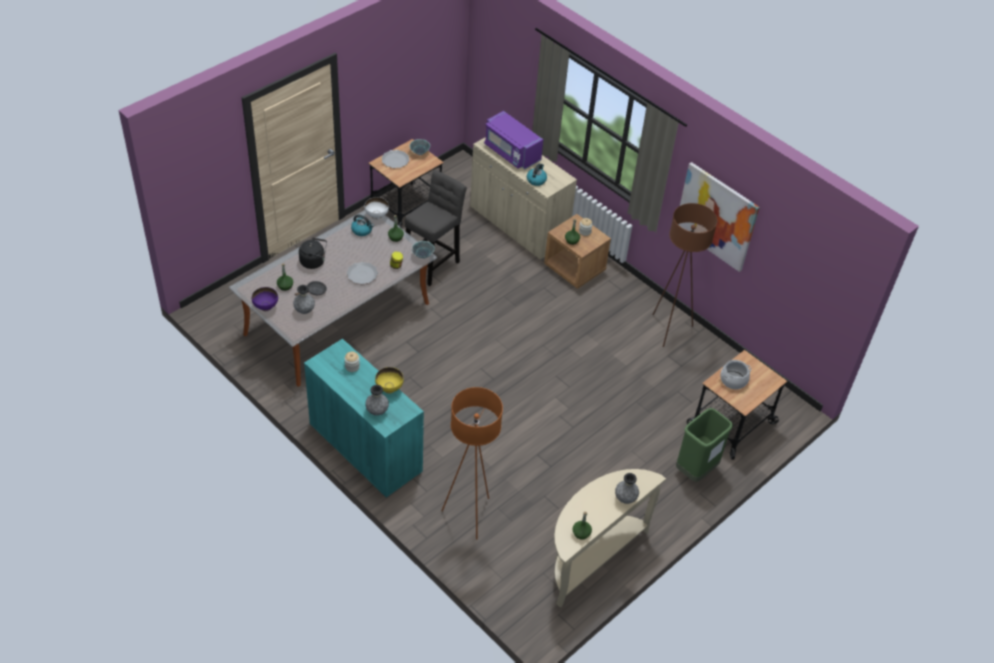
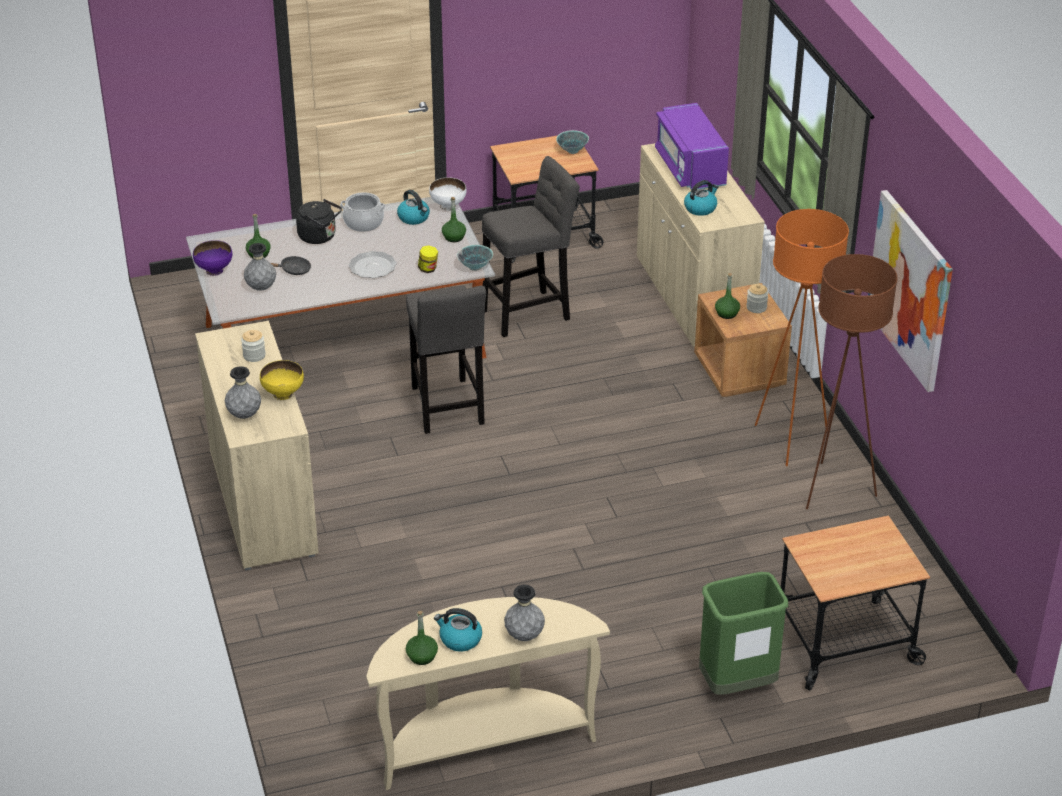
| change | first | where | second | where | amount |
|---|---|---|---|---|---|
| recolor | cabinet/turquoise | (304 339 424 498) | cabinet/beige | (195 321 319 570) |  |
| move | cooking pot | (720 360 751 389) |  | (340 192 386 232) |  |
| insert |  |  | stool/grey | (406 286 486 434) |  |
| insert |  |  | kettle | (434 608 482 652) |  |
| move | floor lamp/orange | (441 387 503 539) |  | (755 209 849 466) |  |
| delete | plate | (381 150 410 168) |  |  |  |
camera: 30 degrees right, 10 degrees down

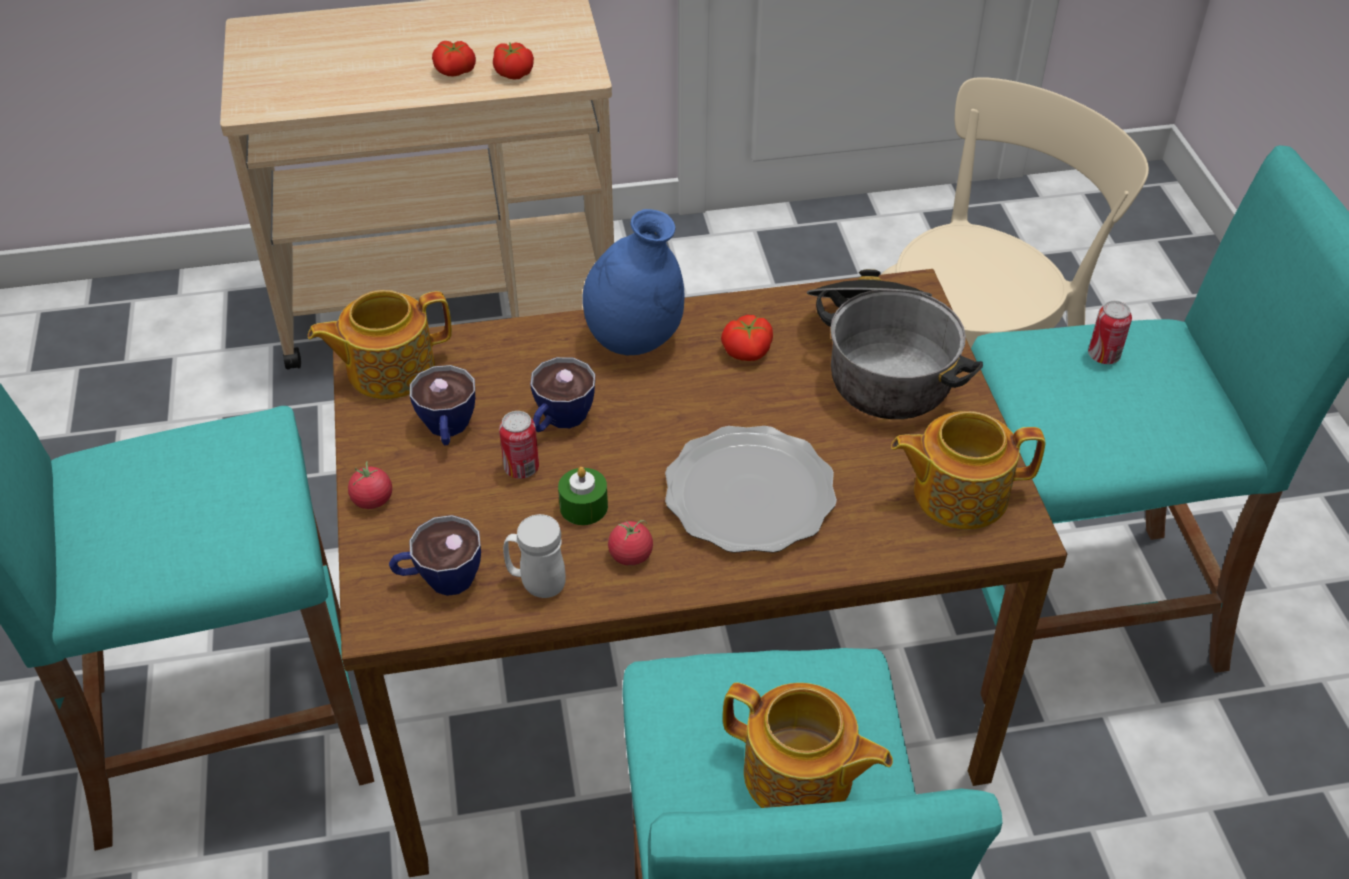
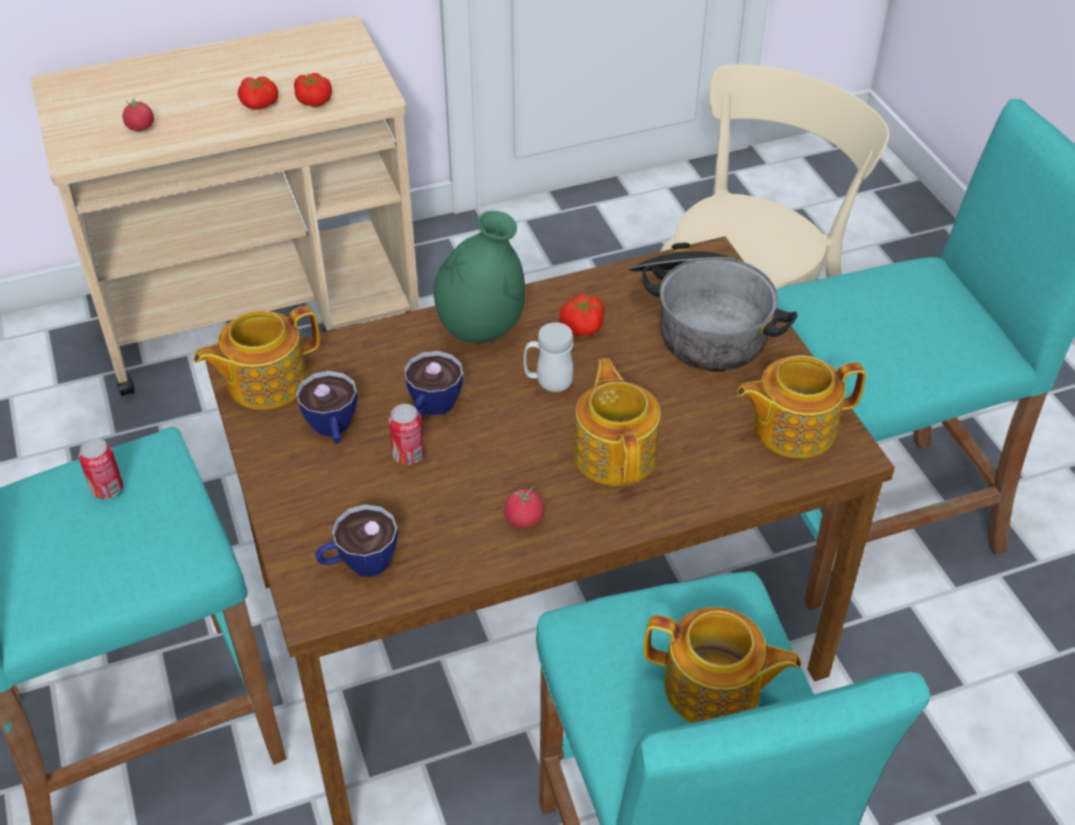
| change | first | where | second | where | amount |
|---|---|---|---|---|---|
| move | can | (1088 301 1132 364) |  | (79 438 123 499) |  |
| move | tomato | (348 461 392 509) |  | (123 97 154 131) |  |
| recolor | vase/blue | (582 209 684 355) | vase/green | (433 211 525 344) |  |
| move | mug/white | (503 514 566 598) |  | (524 322 573 392) |  |
| replace | plate | (665 426 837 553) | teapot | (573 358 661 486) |  |
| delete | candle/green | (558 467 608 525) |  |  |  |
camera: 10 degrees left, 0 degrees up

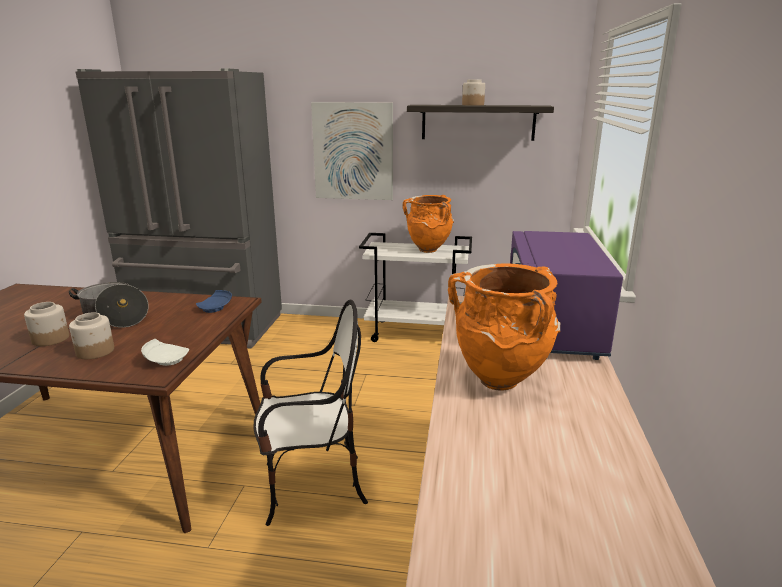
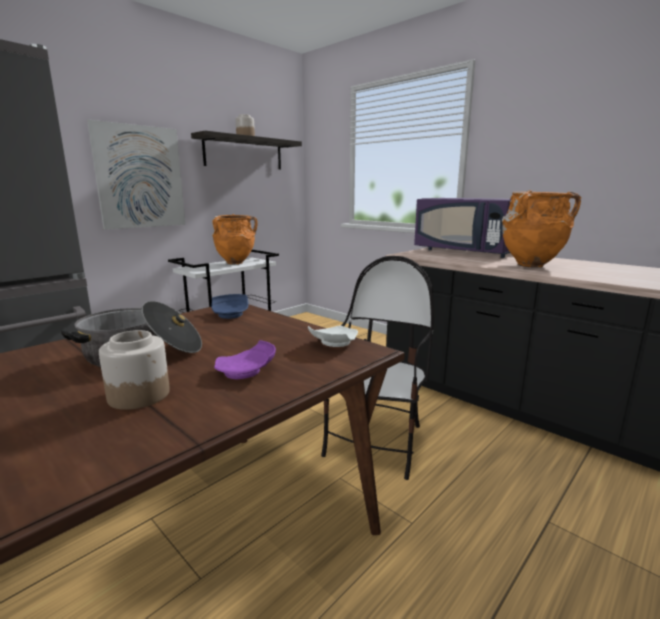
| change | first | where | second | where | amount |
|---|---|---|---|---|---|
| replace | jar | (69 312 114 359) | plate/purple | (214 340 276 379) |  |
camera: 55 degrees left, 5 degrees down

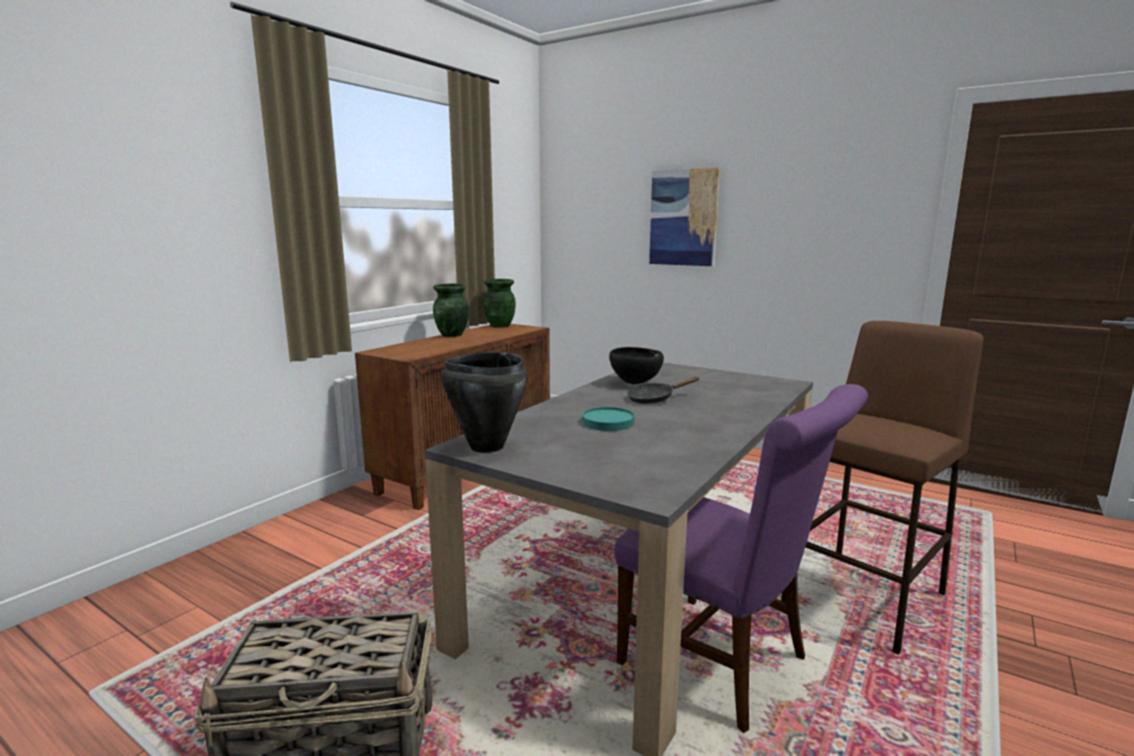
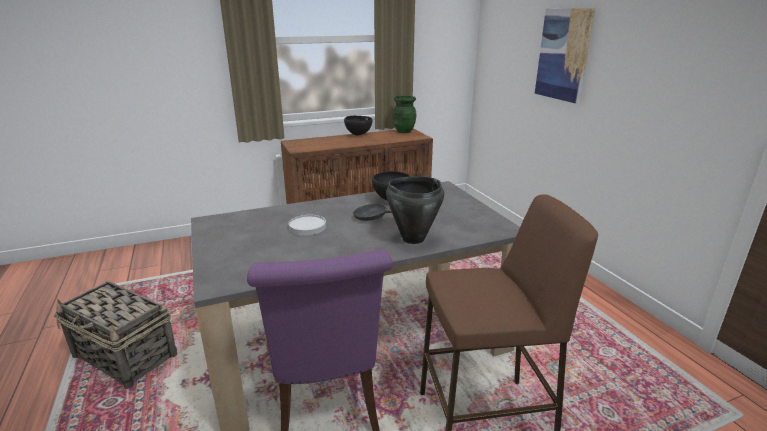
| change | first | where | second | where | amount |
|---|---|---|---|---|---|
| recolor | plate/turquoise | (582 407 635 431) | plate/white | (289 215 326 235) |  |
| replace | vase/green | (433 284 469 337) | bowl/black | (344 116 372 136) |  |
| move | cooking pot/black | (441 352 528 453) |  | (386 176 444 244) |  |
camera: 35 degrees right, 10 degrees up

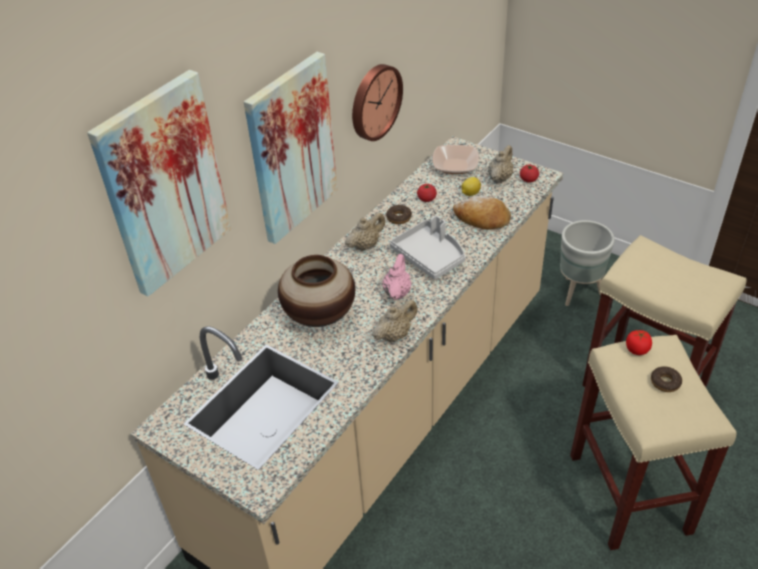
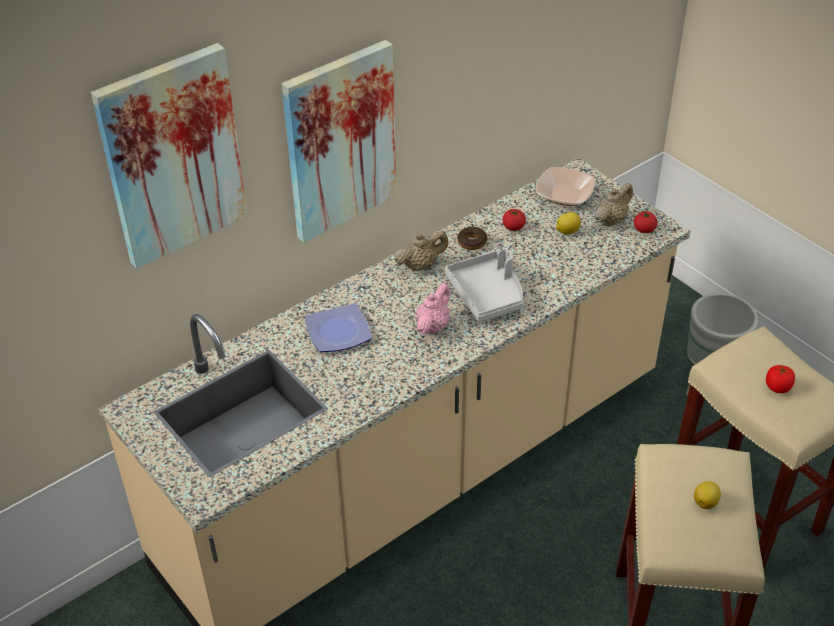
| change | first | where | second | where | amount |
|---|---|---|---|---|---|
| replace | vase | (278 255 355 327) | plate | (305 303 372 352) |  |
| replace | donut | (651 366 682 392) | lemon | (694 481 721 509) |  |
| move | tomato | (626 330 652 355) |  | (766 365 795 393) |  |
| delete | wall clock | (352 64 403 141) |  |  |  |
| delete | teapot/beige | (372 300 418 343) |  |  |  |
| delete | bread | (453 196 511 229) |  |  |  |
camera: 15 degrees right, 0 degrees up

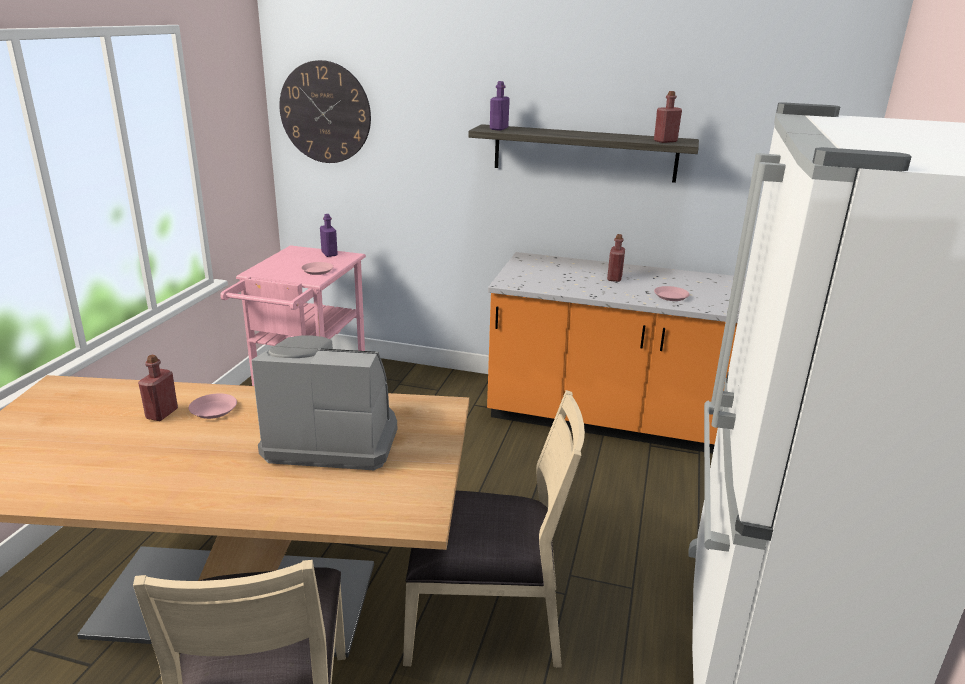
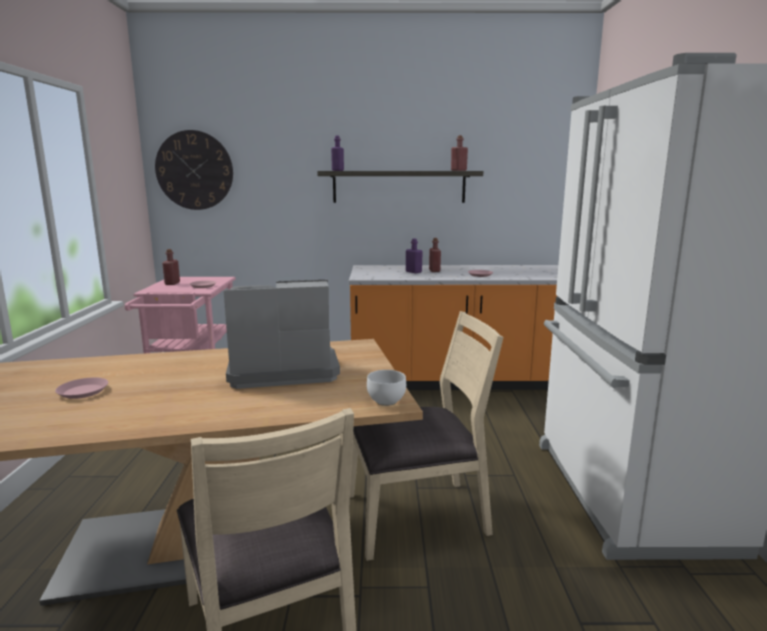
| change | first | where | second | where | amount |
|---|---|---|---|---|---|
| move | plate/pink | (189 393 237 419) |  | (55 377 108 399) |  |
| move | bottle/red | (138 355 178 421) |  | (162 249 180 285) |  |
| insert |  |  | bowl/white | (367 370 406 406) |  |
| move | bottle/purple | (320 214 338 257) |  | (406 238 423 273) |  |
camera: 15 degrees left, 10 degrees down

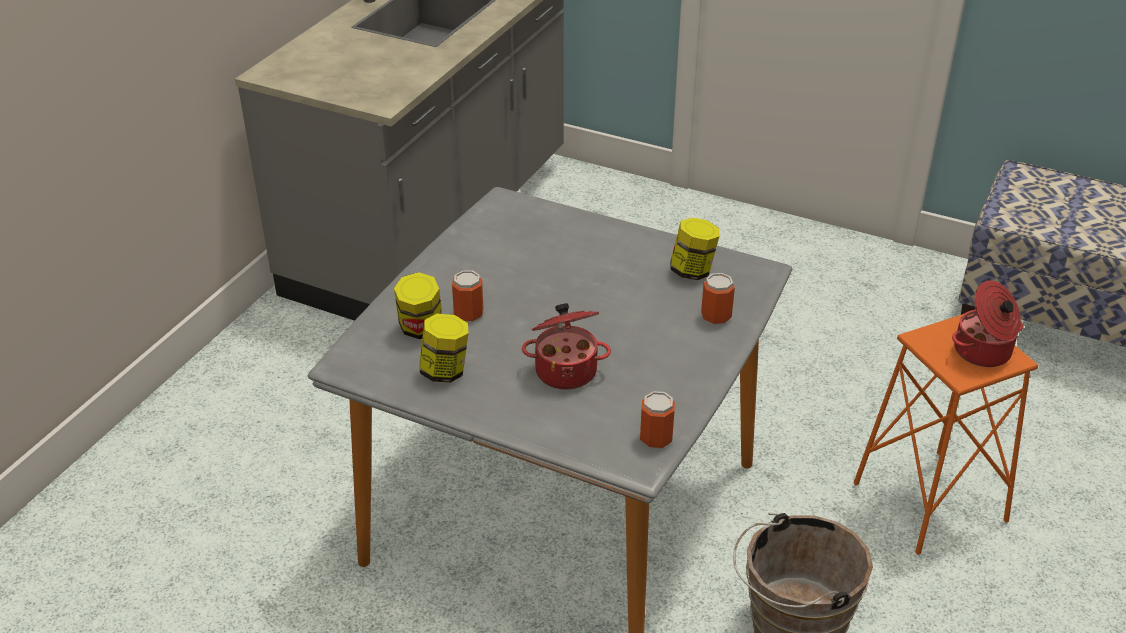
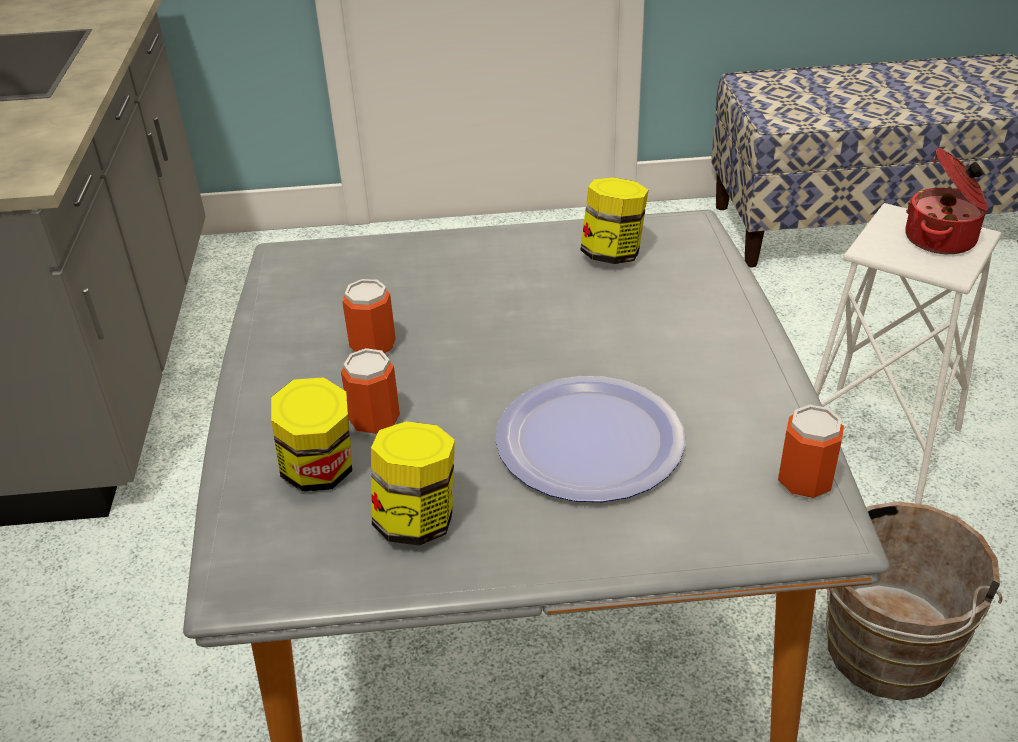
| change | first | where | second | where | amount |
|---|---|---|---|---|---|
| move | can | (701 273 735 325) |  | (342 279 396 355) |  |
| replace | cooking pot | (522 303 611 390) | plate | (495 376 685 502) |  |
| recolor | stool/orange | (853 314 1038 555) | stool/white | (814 203 1002 504) |  |
camera: 30 degrees left, 0 degrees up

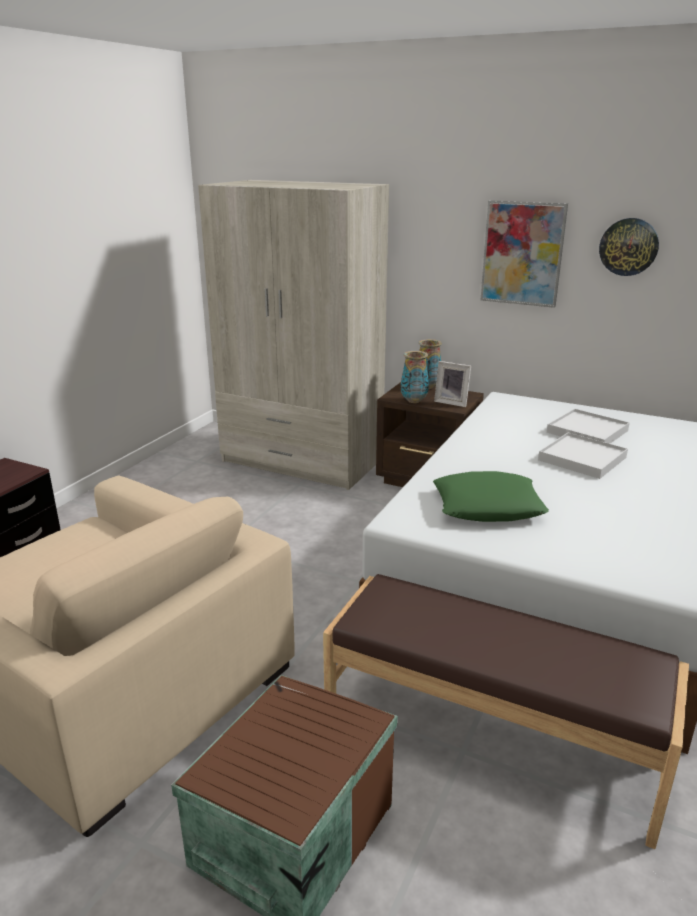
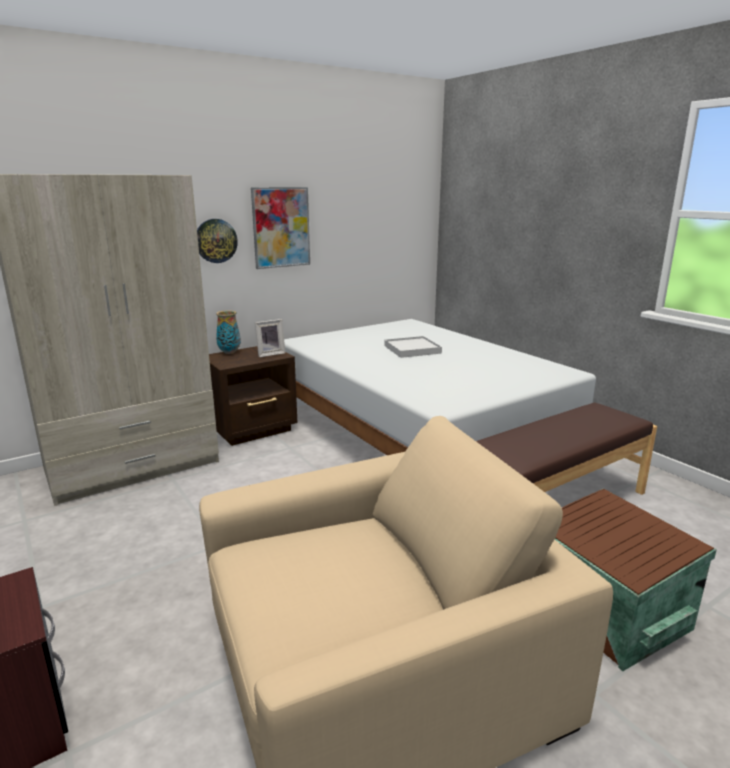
| change | first | where | second | where | amount |
|---|---|---|---|---|---|
| move | wall clock | (599 218 659 276) |  | (197 219 238 263) |  |
| delete | vase | (401 351 429 403) |  |  |  |
| delete | pillow/green | (433 471 549 522) |  |  |  |
| delete | tray/white | (547 409 630 444) |  |  |  |
camera: 60 degrees left, 5 degrees down

